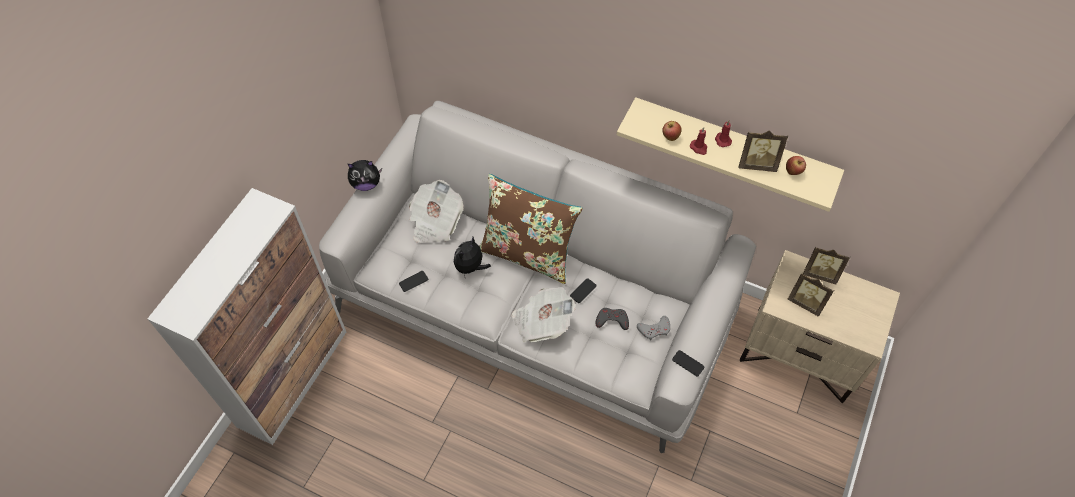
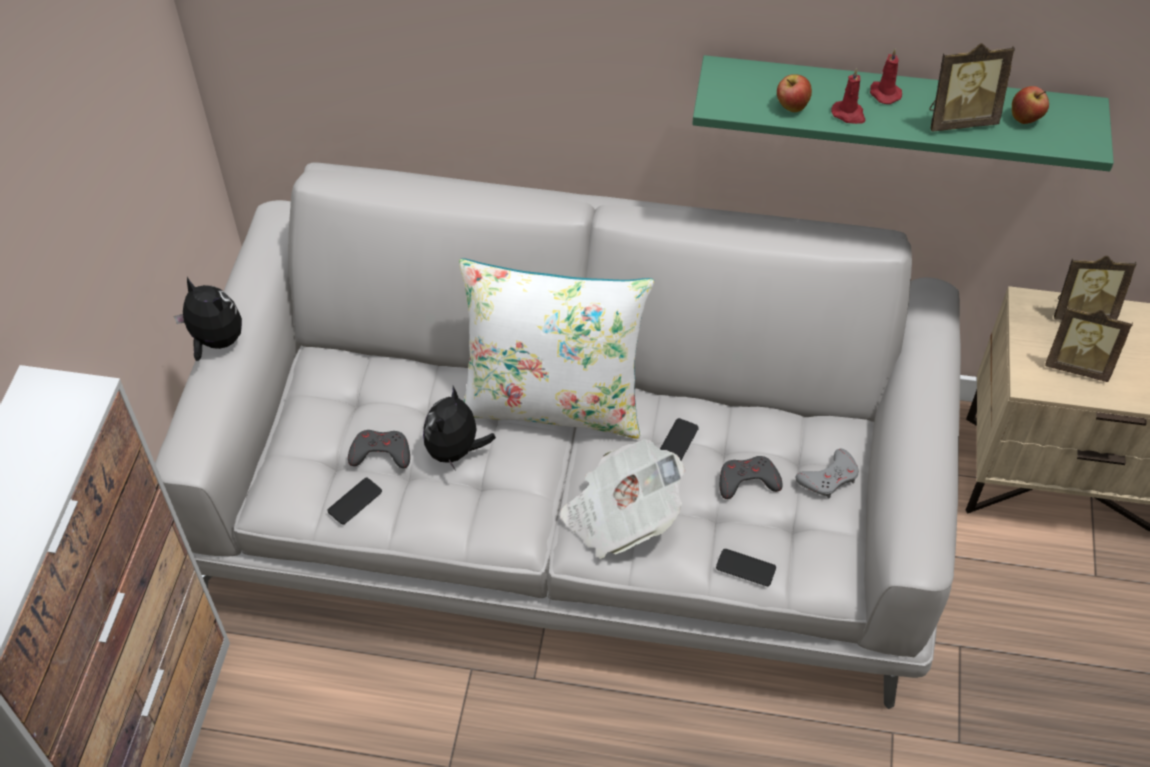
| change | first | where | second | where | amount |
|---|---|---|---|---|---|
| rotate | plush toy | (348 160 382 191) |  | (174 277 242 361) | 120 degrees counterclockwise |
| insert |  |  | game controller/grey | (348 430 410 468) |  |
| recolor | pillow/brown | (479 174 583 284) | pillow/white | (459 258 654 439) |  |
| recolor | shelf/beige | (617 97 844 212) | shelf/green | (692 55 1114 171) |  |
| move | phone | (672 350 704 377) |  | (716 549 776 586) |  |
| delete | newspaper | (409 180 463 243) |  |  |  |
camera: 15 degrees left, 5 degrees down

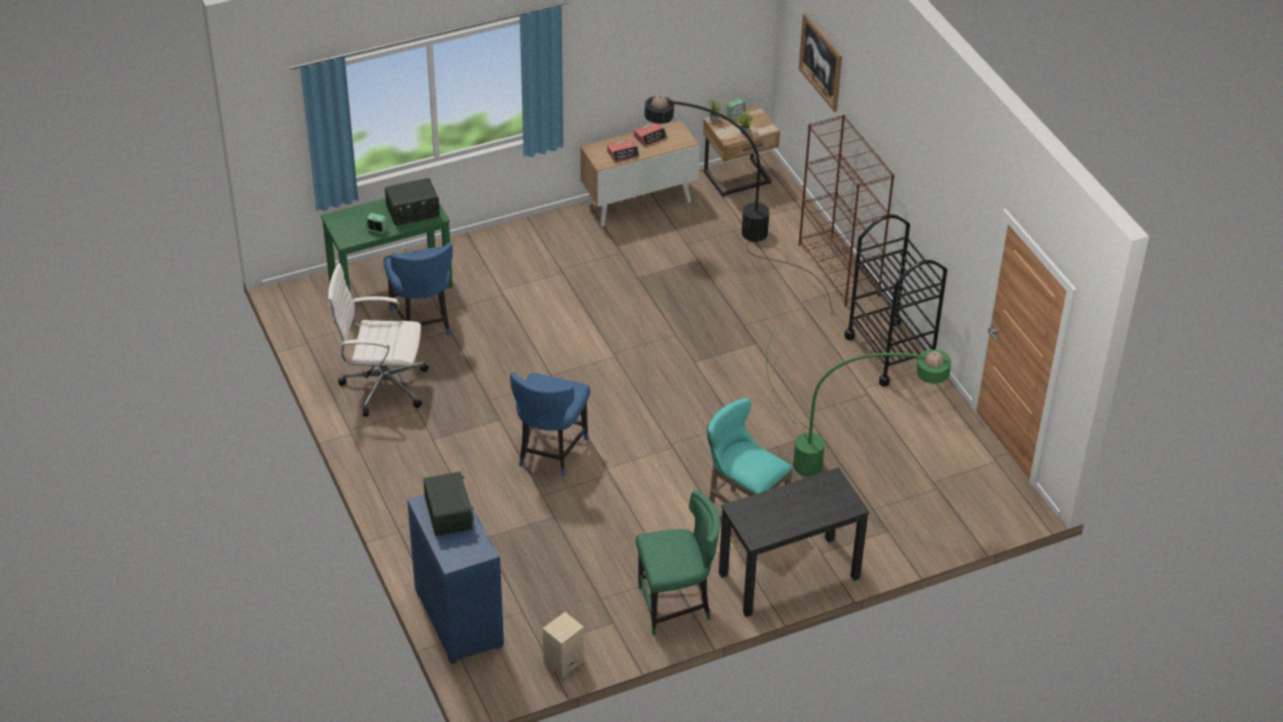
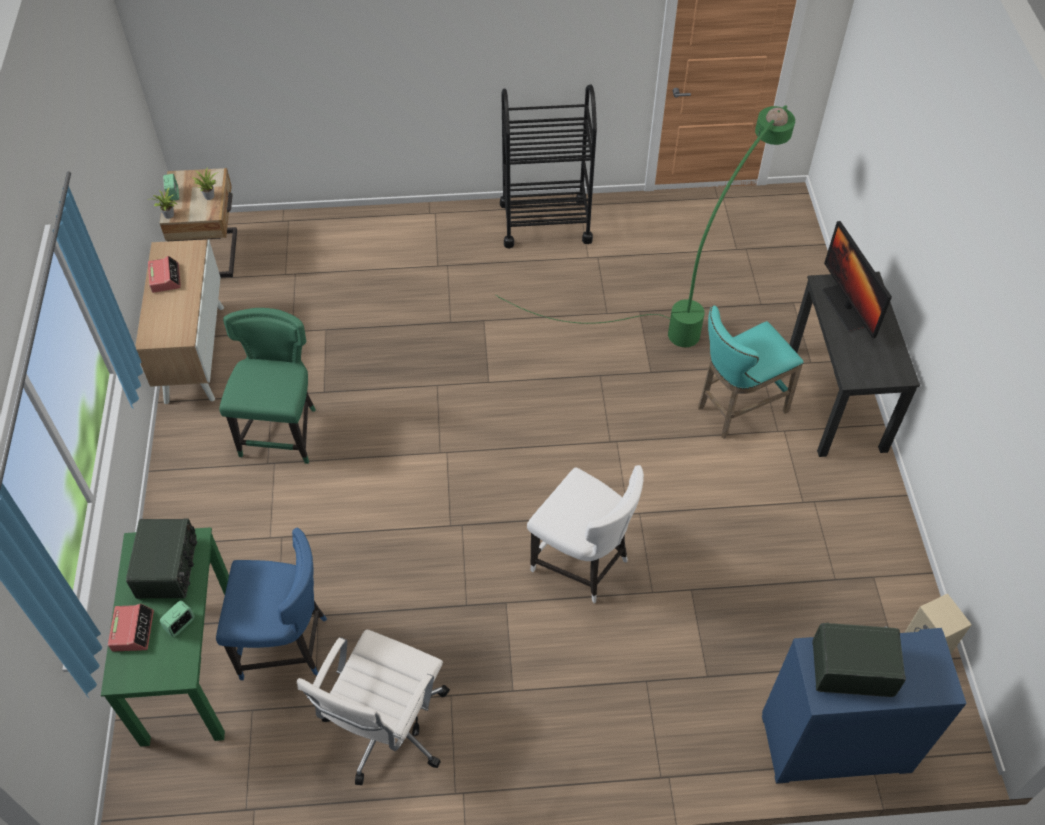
| change | first | where | second | where | amount |
|---|---|---|---|---|---|
| move | alarm clock | (607 139 640 163) |  | (108 604 154 652) |  |
| move | chair/green | (636 490 720 635) |  | (219 308 316 464) |  |
| recolor | chair/blue | (510 372 590 476) | chair/white | (527 465 644 603) |  |
| insert |  |  | monitor | (822 221 892 338) |  |
| delete | floor lamp/black | (644 95 833 316) |  |  |  |
| delete | picture | (799 14 842 112) |  |  |  |
| delete | bookcase/brown | (799 115 895 307) |  |  |  |
camera: 70 degrees left, 10 degrees up

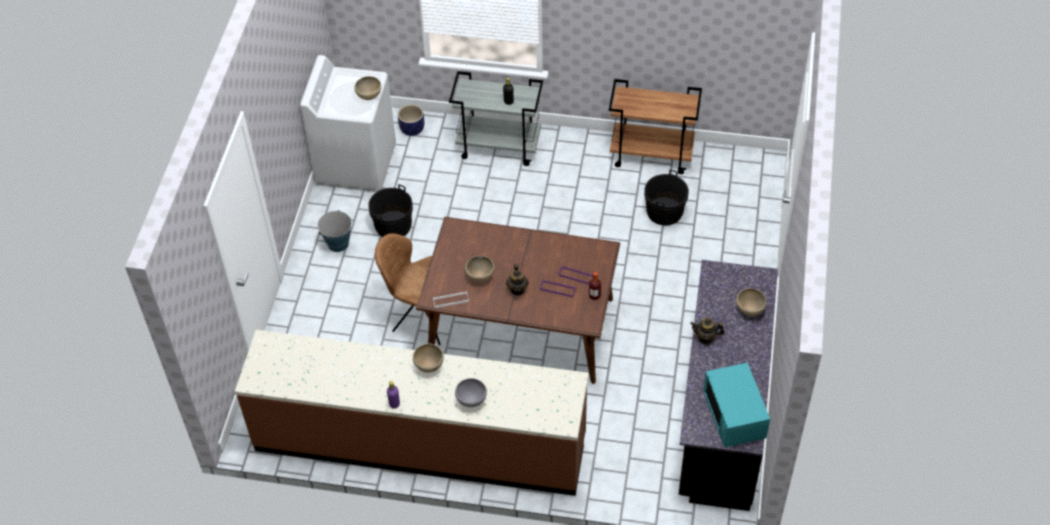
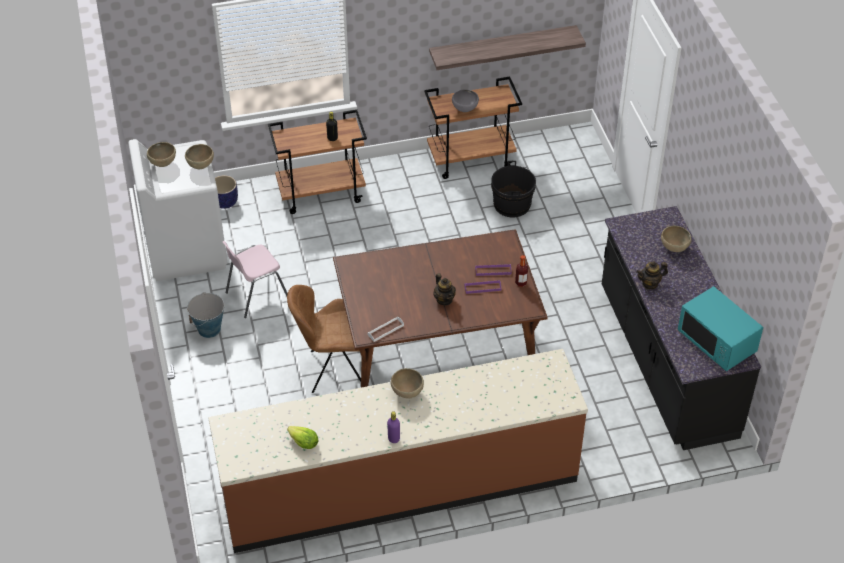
| change | first | where | second | where | amount |
|---|---|---|---|---|---|
| move | bowl/brown | (465 256 494 282) |  | (147 142 176 167) |  |
| replace | bucket/black | (368 184 413 237) | chair/pink | (223 241 288 318) |  |
| recolor | cart/grey | (449 71 543 166) | cart/brown | (268 110 367 214) |  |
| insert |  |  | lettuce | (287 426 318 449) |  |
| insert |  |  | shelf | (429 25 586 70) |  |
| move | bowl/grey | (455 378 487 407) |  | (452 89 479 112) |  |
camera: 25 degrees left, 5 degrees down

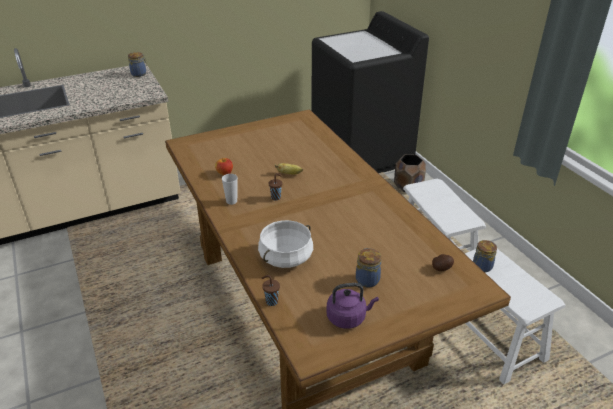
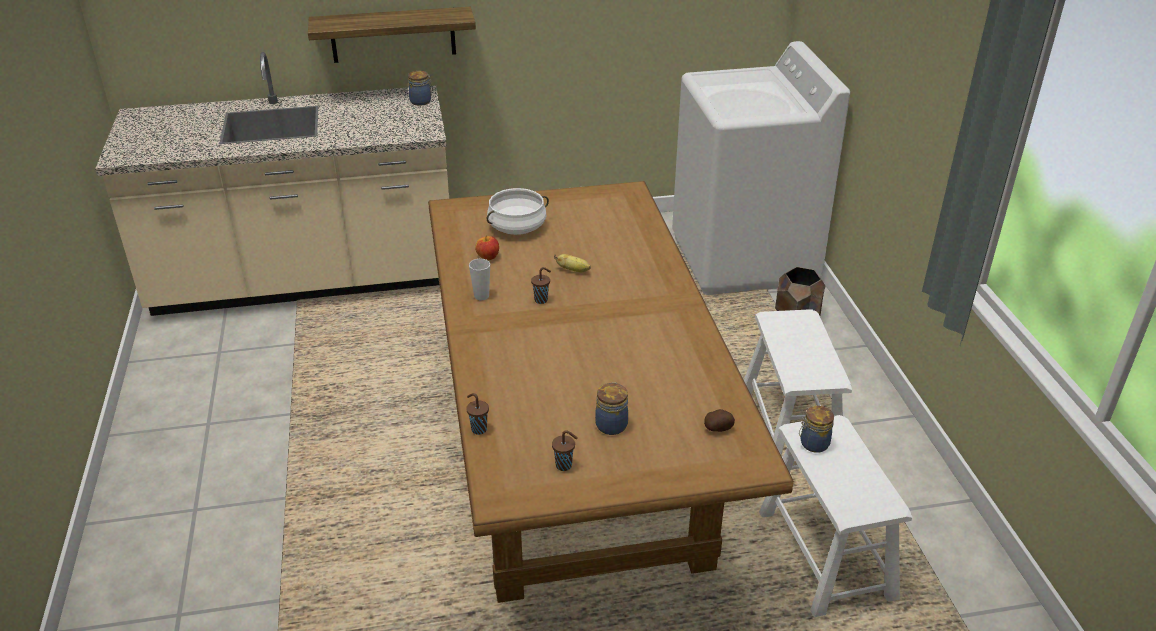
| change | first | where | second | where | amount |
|---|---|---|---|---|---|
| insert |  |  | shelf | (308 7 476 63) |  |
| move | cooking pot/white | (258 220 313 268) |  | (487 188 549 235) |  |
| replace | kettle/purple | (327 283 379 329) | cup/brown | (552 430 578 471) |  |
| recolor | washing machine/black | (311 11 429 173) | washing machine/white | (672 41 850 295) |  |
camera: 15 degrees right, 0 degrees up

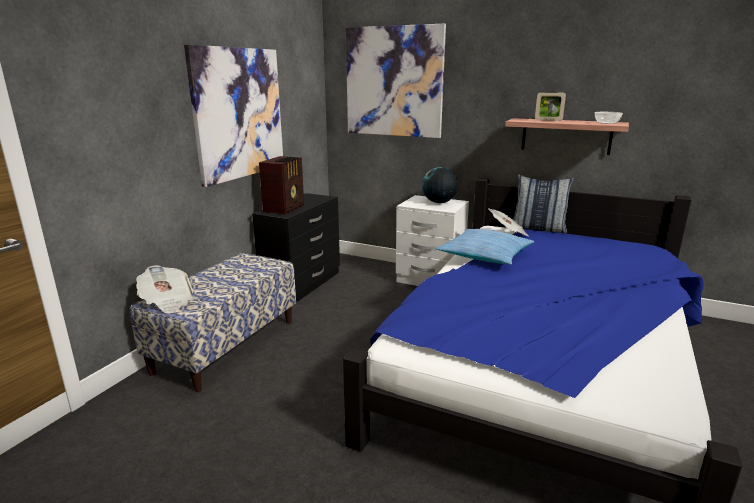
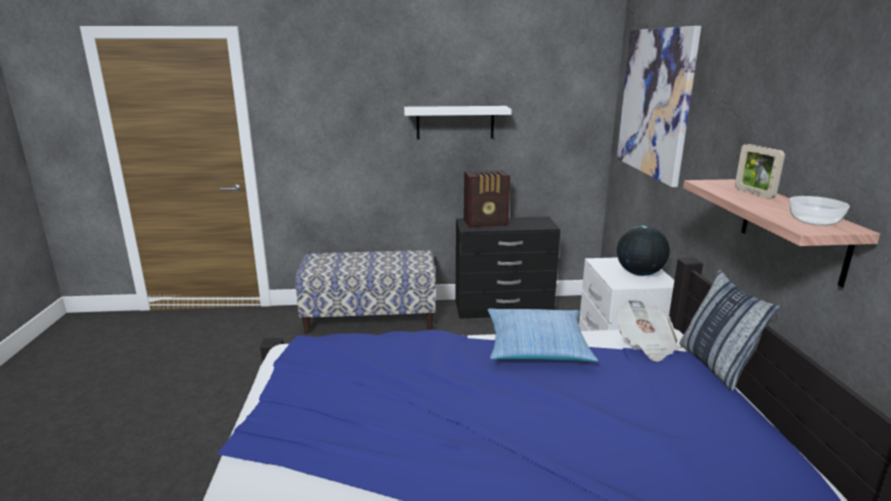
| change | first | where | second | where | amount |
|---|---|---|---|---|---|
| replace | picture | (184 45 283 187) | shelf/white | (404 106 512 139) |  |
| delete | newspaper | (136 265 194 313) |  |  |  |
camera: 60 degrees right, 0 degrees up

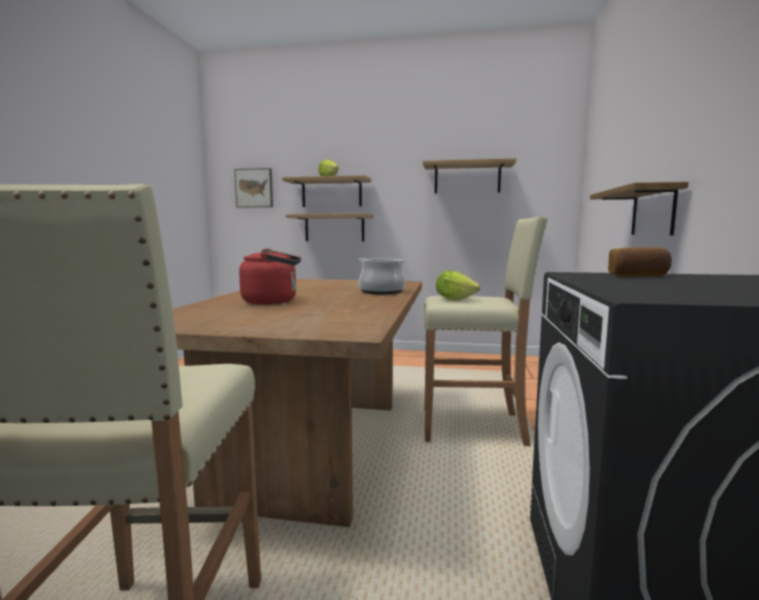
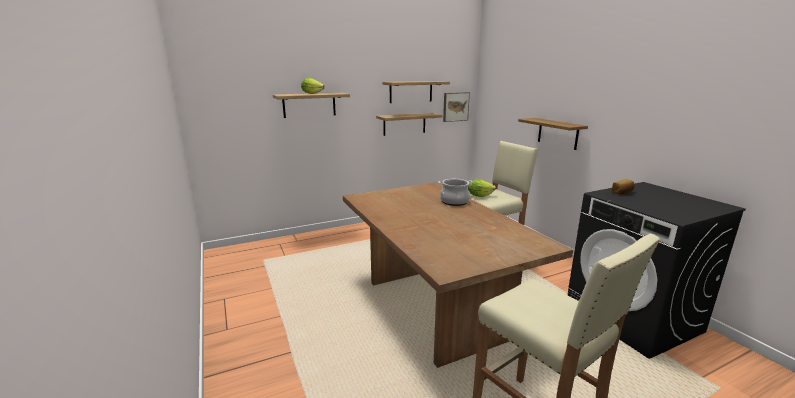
| change | first | where | second | where | amount |
|---|---|---|---|---|---|
| move | shelf | (286 214 374 241) |  | (376 113 443 136) |  |
| move | picture | (234 168 273 207) |  | (443 92 470 122) |  |
| delete | kettle/red | (239 248 301 305) |  |  |  |
camera: 35 degrees left, 10 degrees up

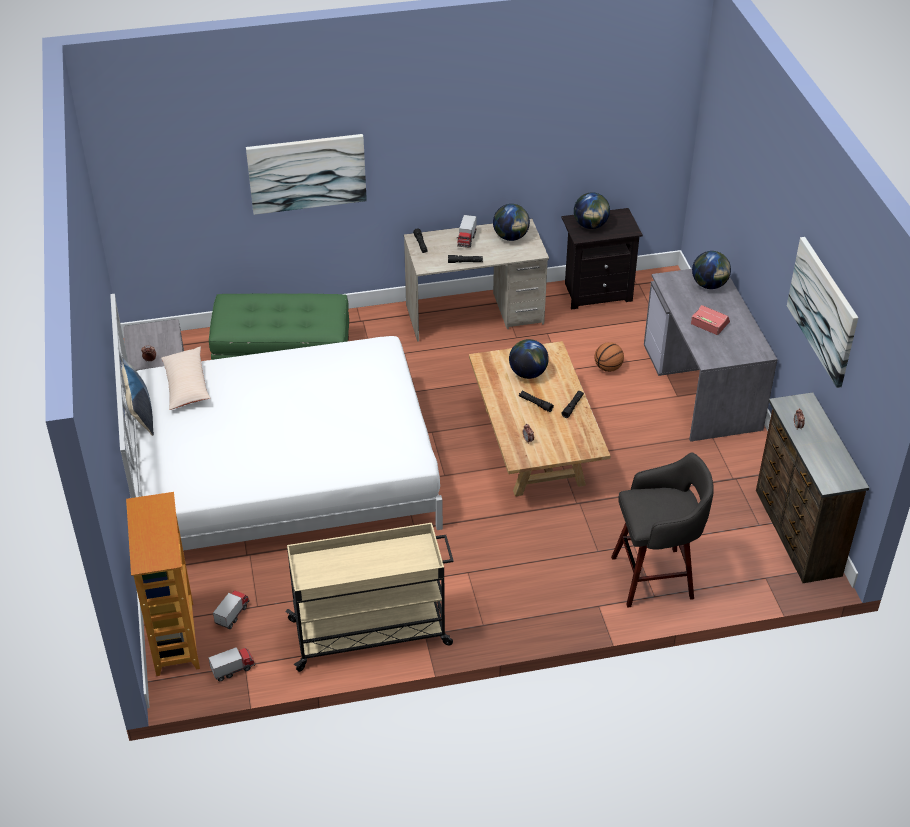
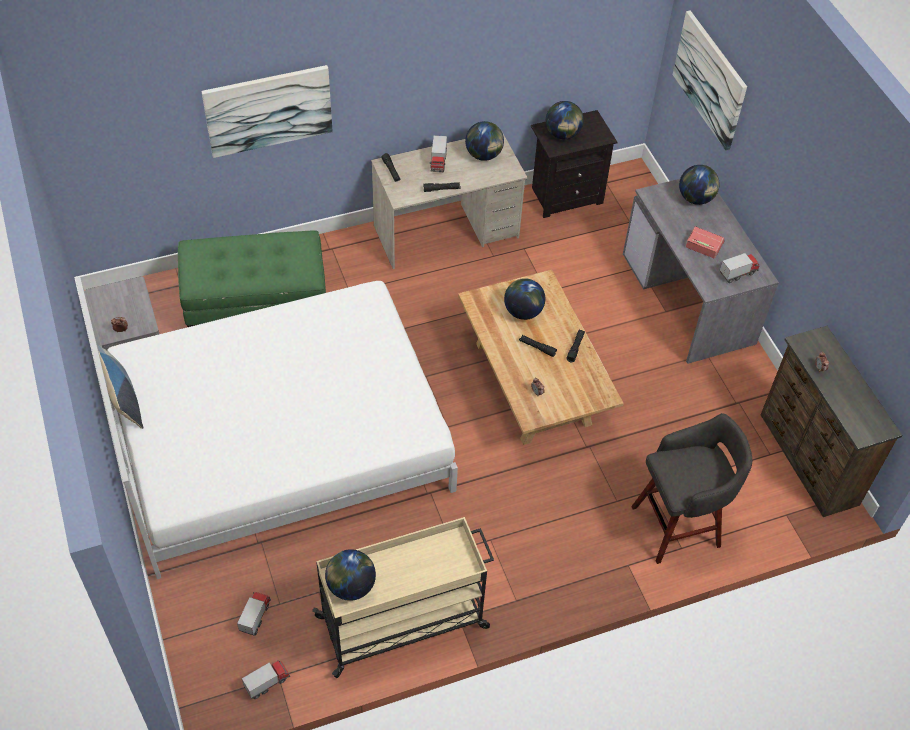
| change | first | where | second | where | amount |
|---|---|---|---|---|---|
| insert |  |  | globe | (325 549 376 601) |  |
| move | picture | (787 237 858 388) |  | (673 10 747 151) |  |
| insert |  |  | toy truck | (720 253 760 283) |  |
| delete | bookcase | (126 492 200 676) |  |  |  |
| delete | pillow/beige | (161 347 210 410) |  |  |  |
| delete | basketball | (595 342 624 372) |  |  |  |
camera: 10 degrees left, 10 degrees up

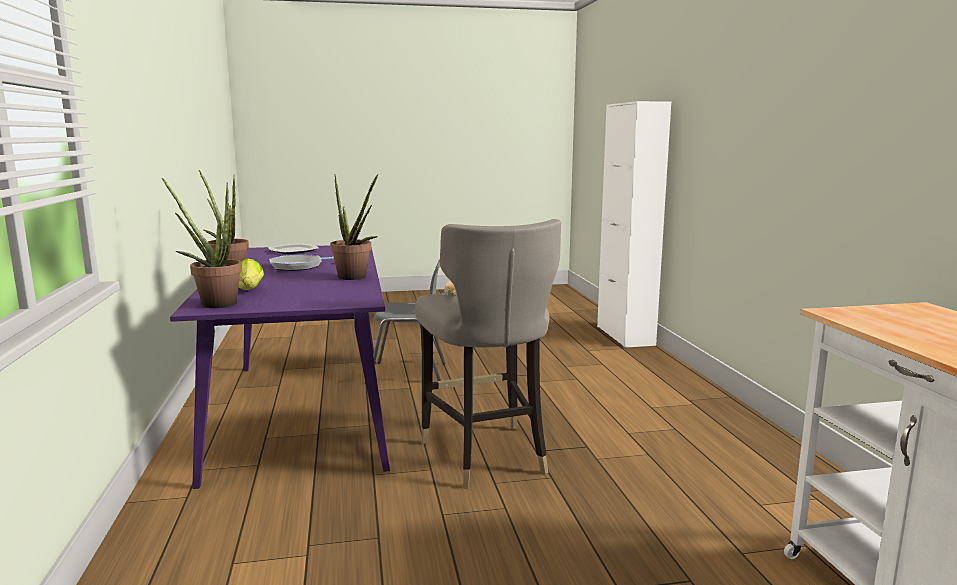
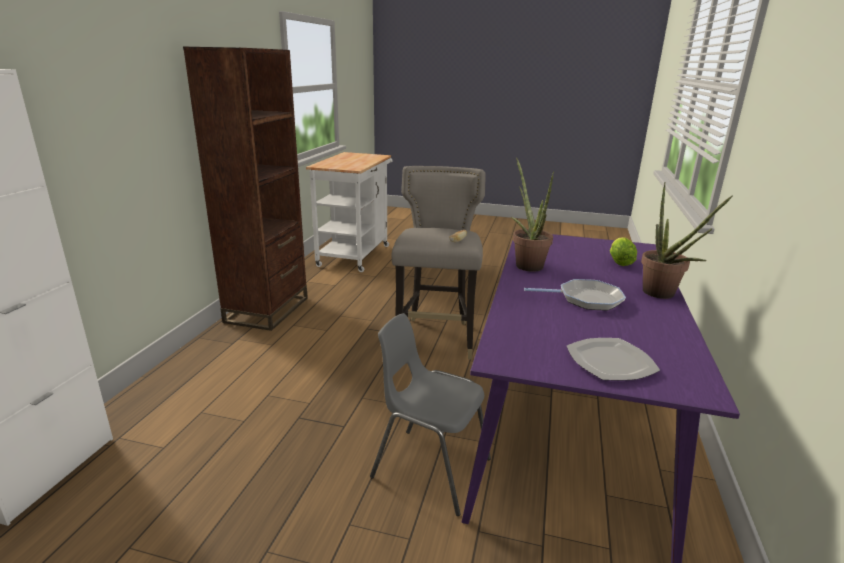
| change | first | where | second | where | amount |
|---|---|---|---|---|---|
| insert |  |  | bookcase/brown | (183 46 308 331) |  |
| delete | potted plant | (162 178 242 308) |  |  |  |
camera: 155 degrees left, 10 degrees up

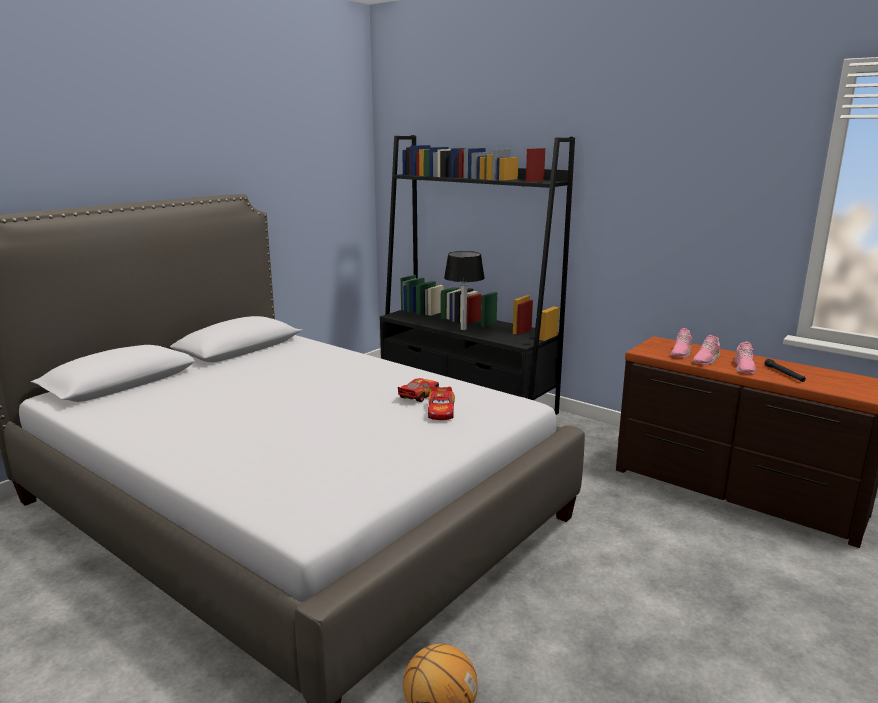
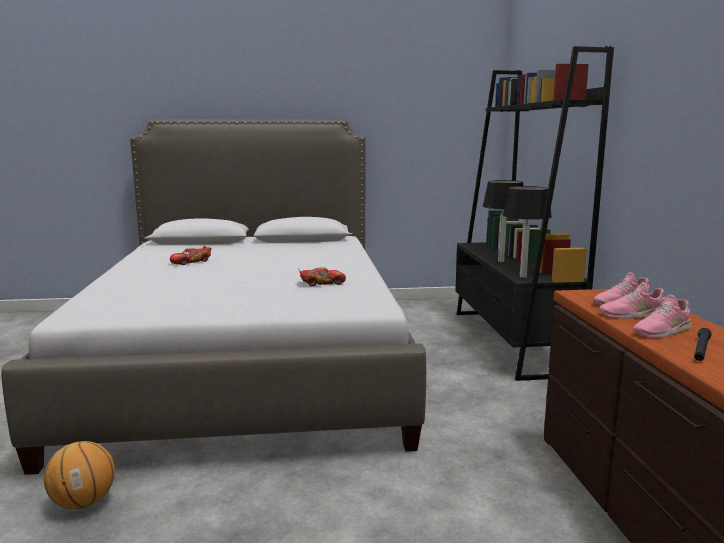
| change | first | where | second | where | amount |
|---|---|---|---|---|---|
| move | toy car | (428 387 455 420) |  | (170 246 212 265) |  |
| insert |  |  | table lamp | (503 186 552 278) |  |
camera: 45 degrees right, 5 degrees down

